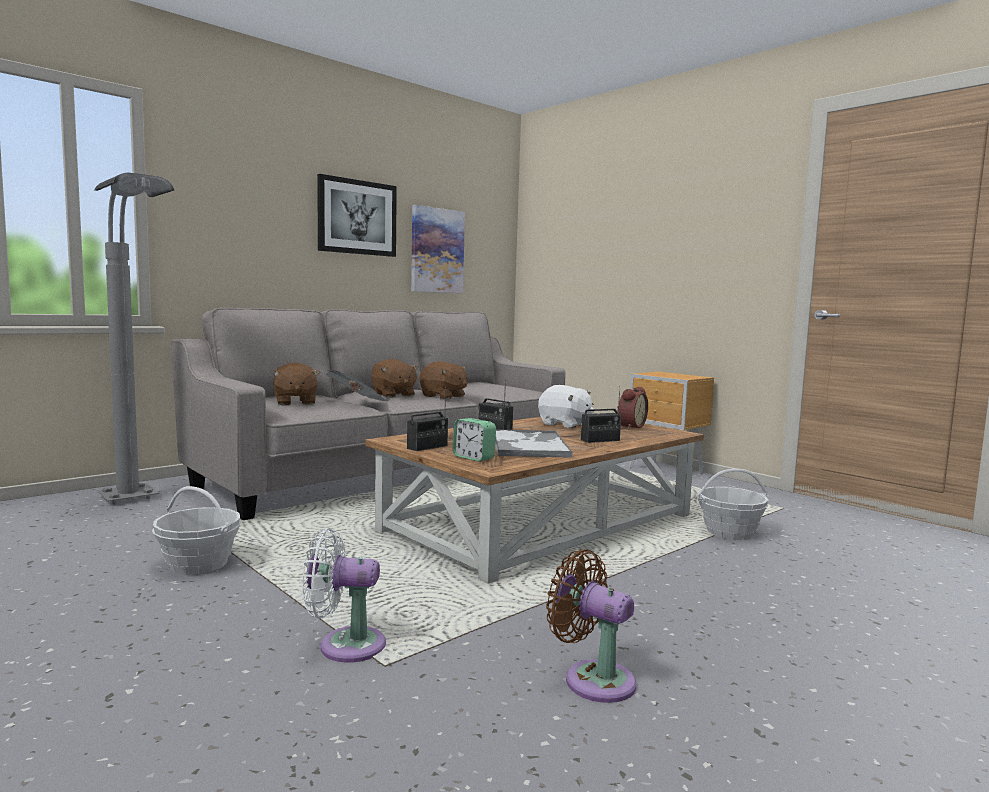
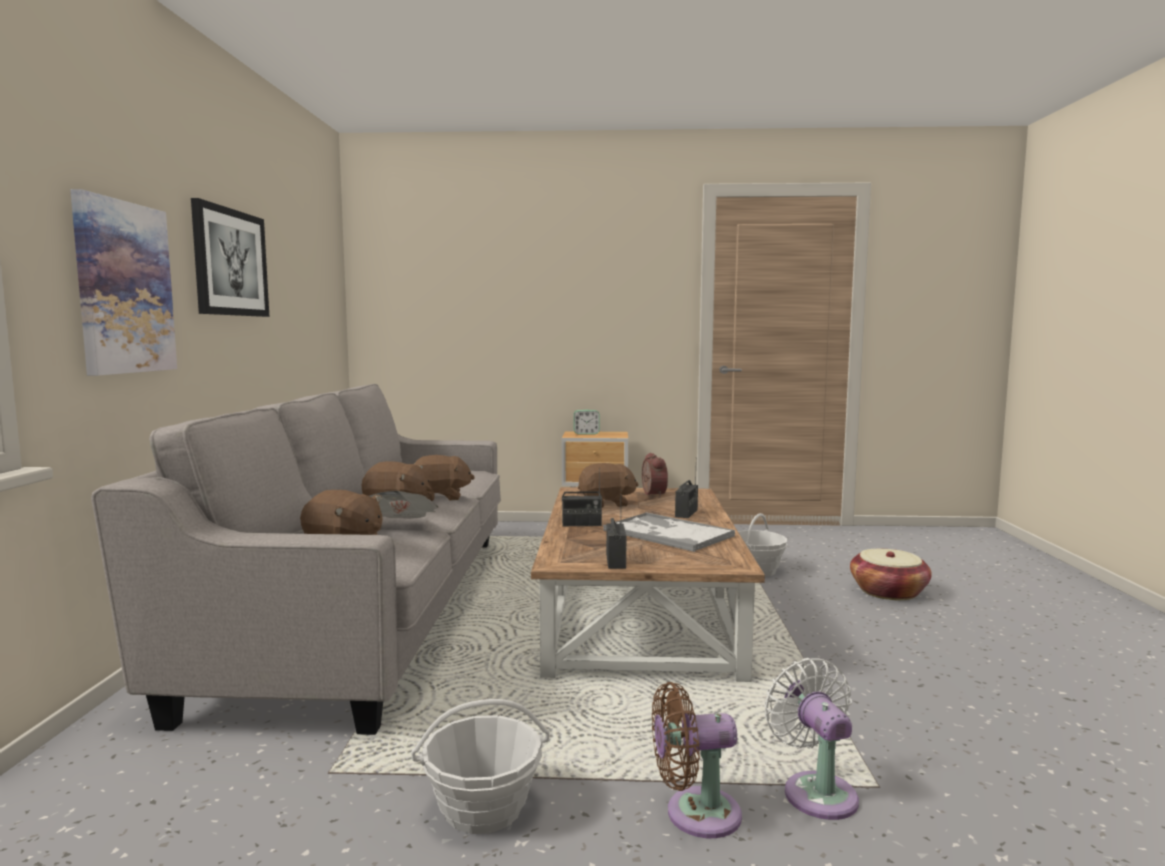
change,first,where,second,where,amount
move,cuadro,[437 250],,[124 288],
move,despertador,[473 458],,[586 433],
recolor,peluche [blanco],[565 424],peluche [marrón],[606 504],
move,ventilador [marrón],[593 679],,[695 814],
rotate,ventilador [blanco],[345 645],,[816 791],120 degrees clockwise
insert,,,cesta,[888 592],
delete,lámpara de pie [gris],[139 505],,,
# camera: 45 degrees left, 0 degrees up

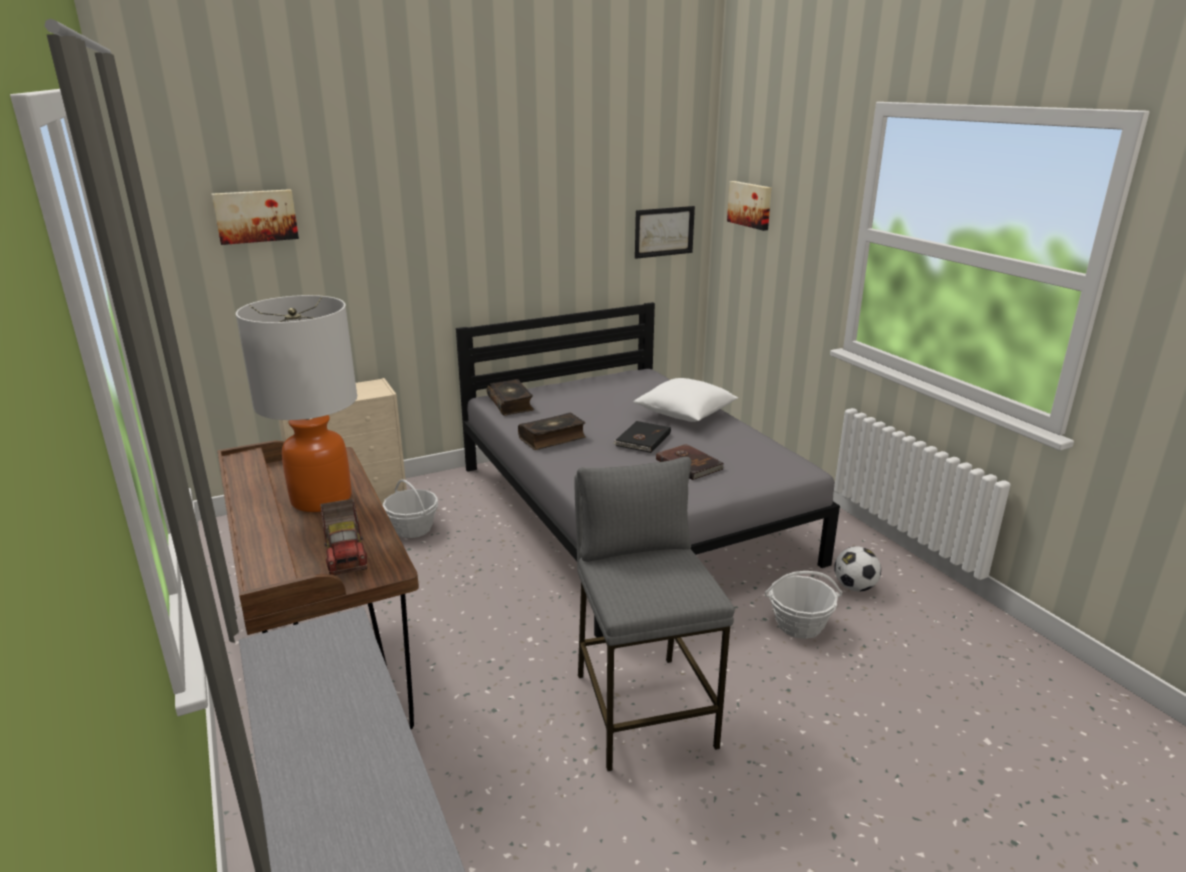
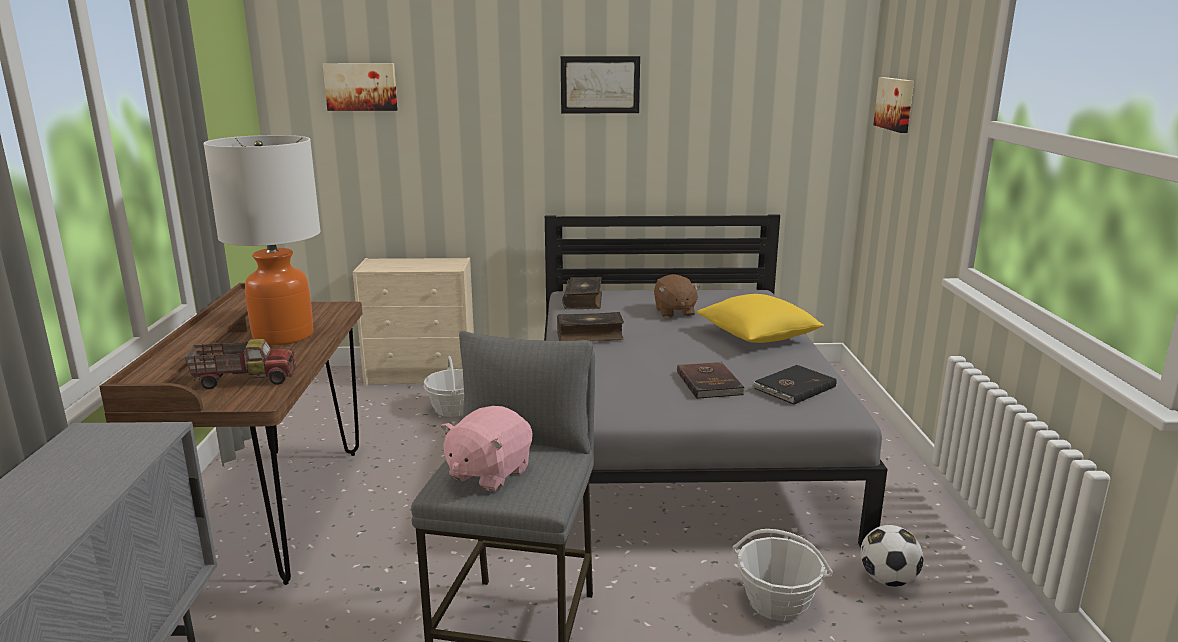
change,first,where,second,where,amount
rotate,camión de juguete,[346 553],,[245 380],105 degrees counterclockwise
insert,,,peluche [rosa],[488 473],
move,cuadro,[664 231],,[600 85],
insert,,,peluche [marrón],[674 312],
recolor,cojín [blanco],[685 415],cojín [amarillo],[758 337],
move,libro [negro],[642 439],,[793 387],
# camera: 25 degrees right, 5 degrees down

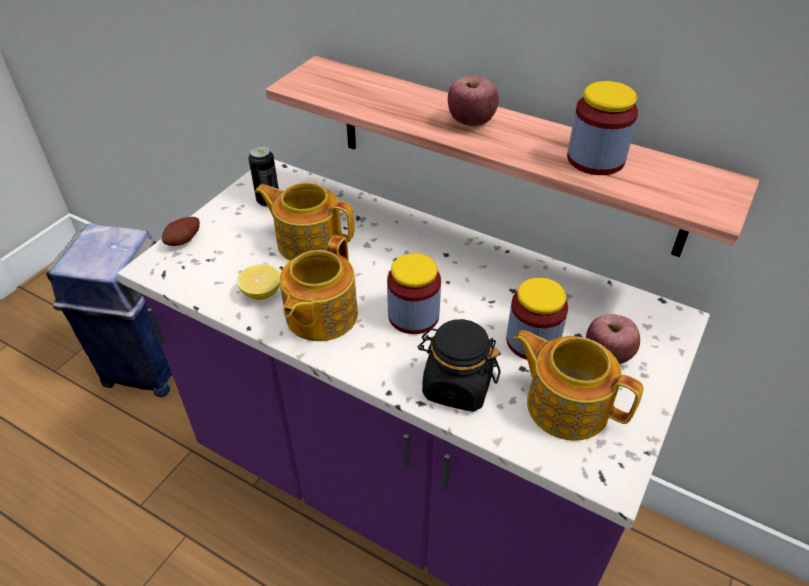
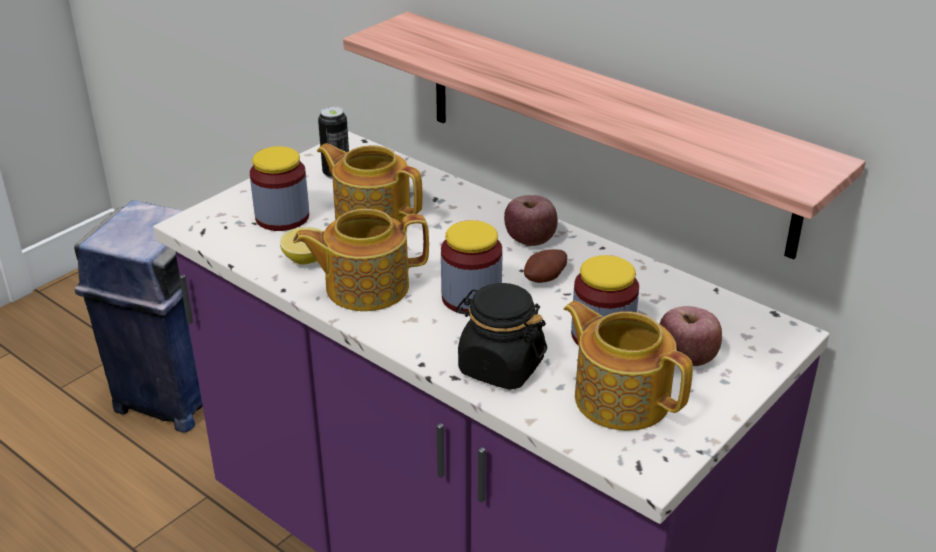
change,first,where,second,where,amount
move,tarro,[595 159],,[282 217],
rotate,tetera,[320 316],,[365 287],45 degrees clockwise
move,manzana,[471 122],,[530 240],
move,patata,[185 241],,[546 279],
# camera: 10 degrees right, 10 degrees down

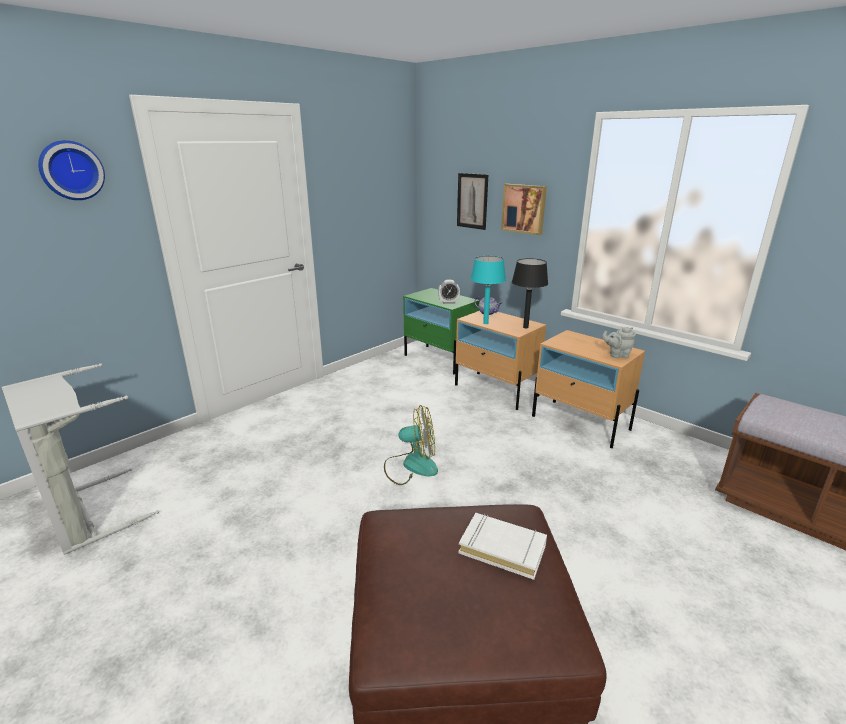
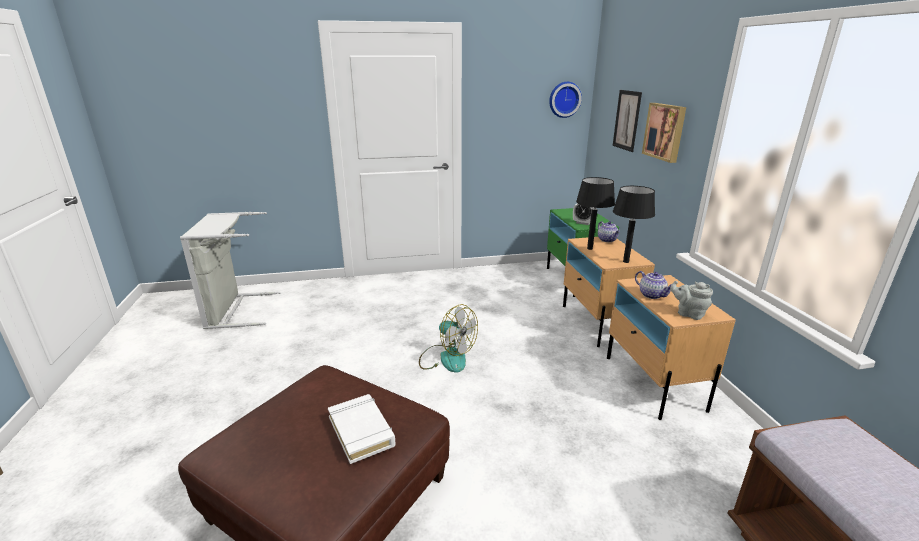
change,first,where,second,where,amount
move,reloj de pared,[71 170],,[564 99],
recolor,lámpara de mesa [turquesa],[485 323],lámpara de mesa [negro],[589 248],
insert,,,tetera,[652 295],
# camera: 35 degrees right, 0 degrees up

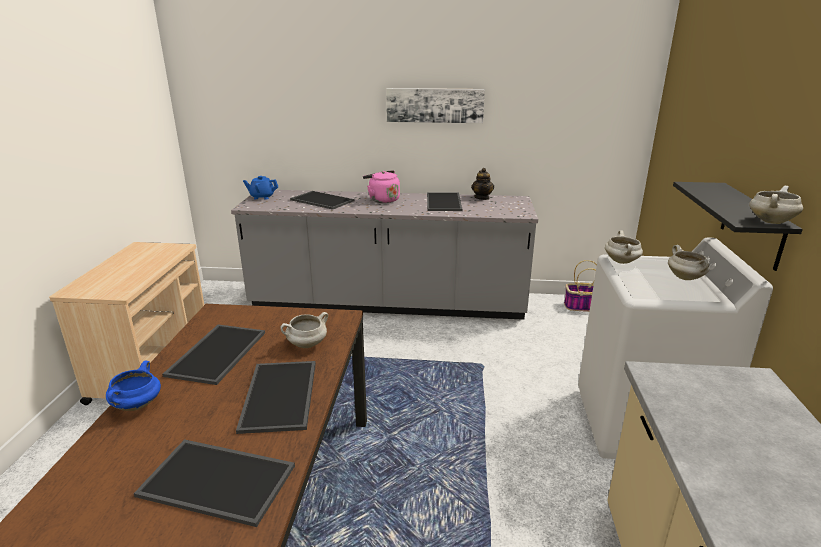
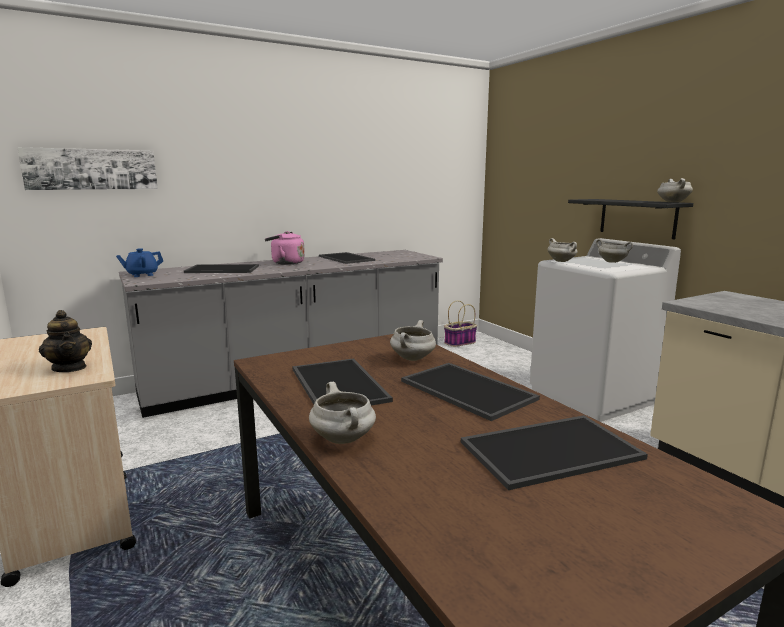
change,first,where,second,where,amount
move,cuadro,[434 105],,[91 169],
move,tetera,[482 198],,[70 368],
recolor,olla [azul],[137 406],olla [blanco],[344 439],
# camera: 35 degrees left, 10 degrees down

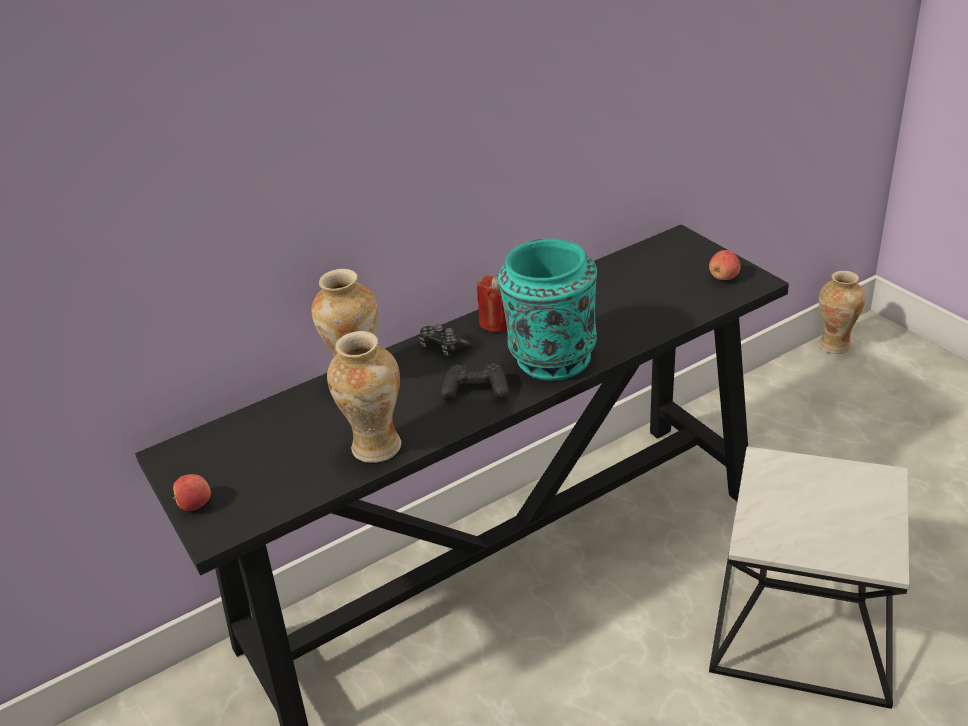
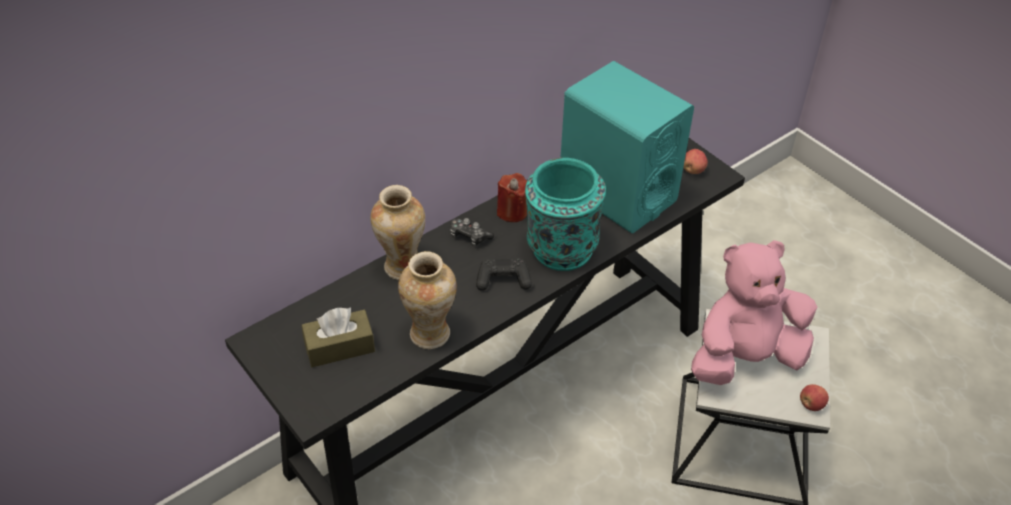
change,first,where,second,where,amount
insert,,,caja de pañuelos [marrón],[340 347],
insert,,,altavoz [turquesa],[616 193],
insert,,,peluche [rosa],[744 358],
move,manzana,[195 505],,[811 404],
delete,florero,[835 345],,,
# camera: 10 degrees left, 10 degrees up

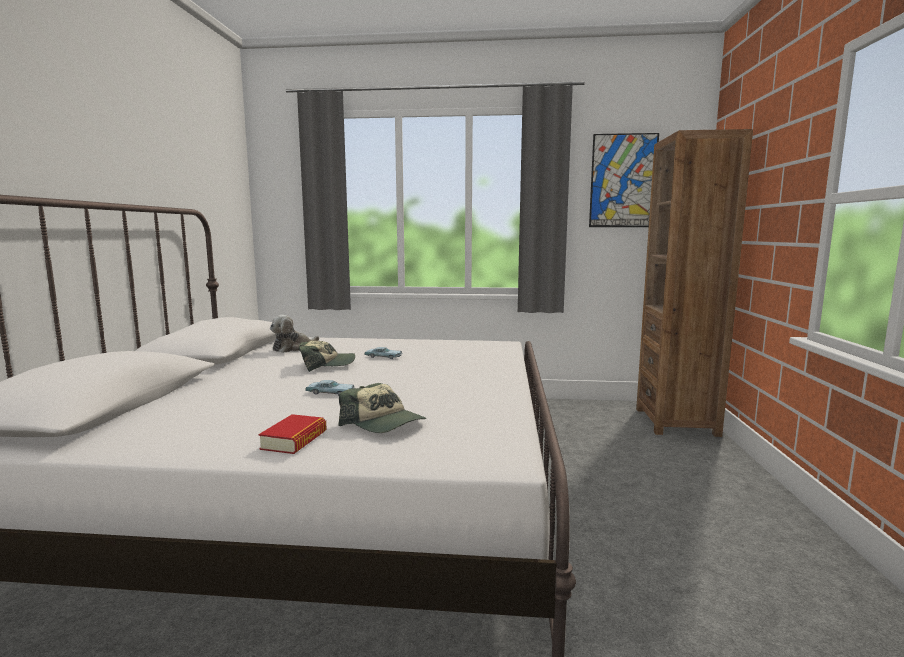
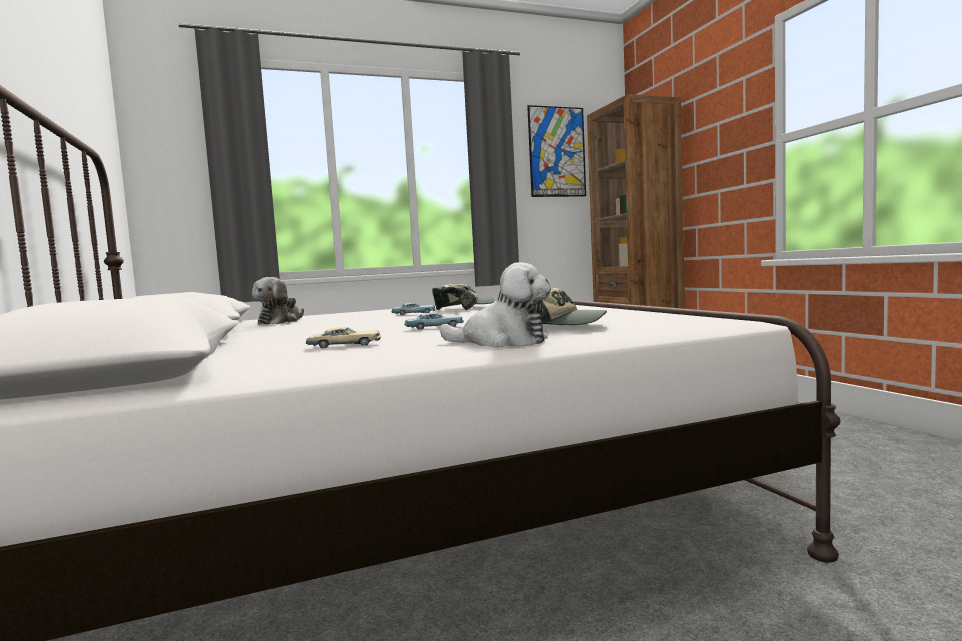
change,first,where,second,where,amount
insert,,,coche de juguete [beis],[344 345],
move,gorra,[326 365],,[464 308],
replace,libro,[294 440],peluche,[502 342],
# camera: 25 degrees left, 5 degrees down

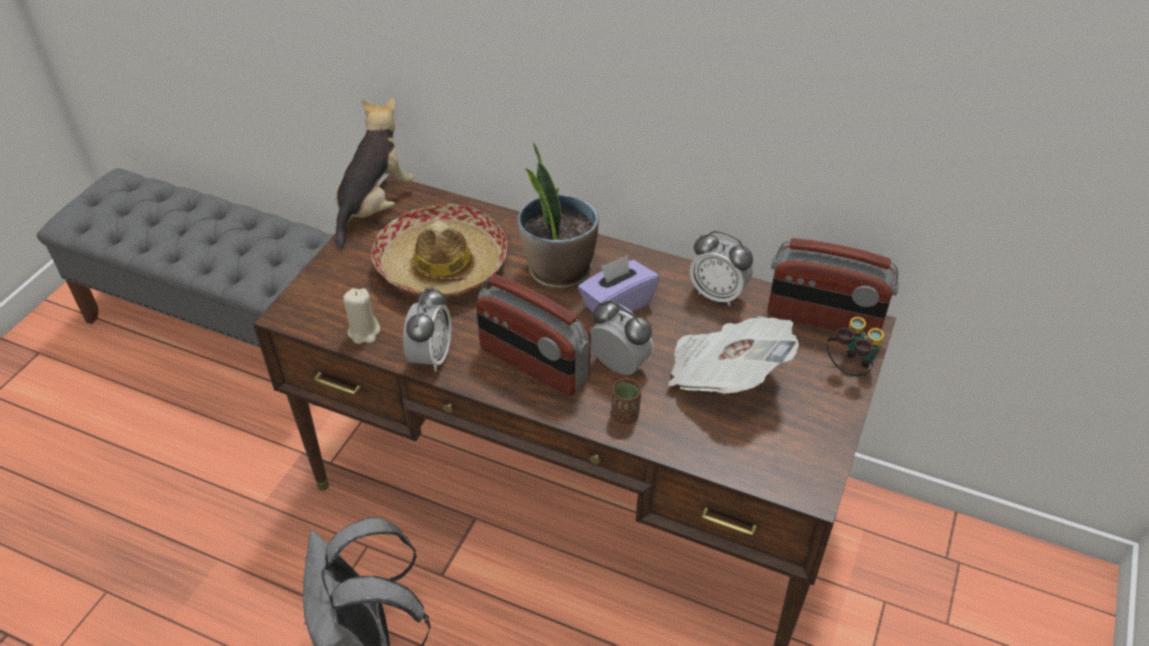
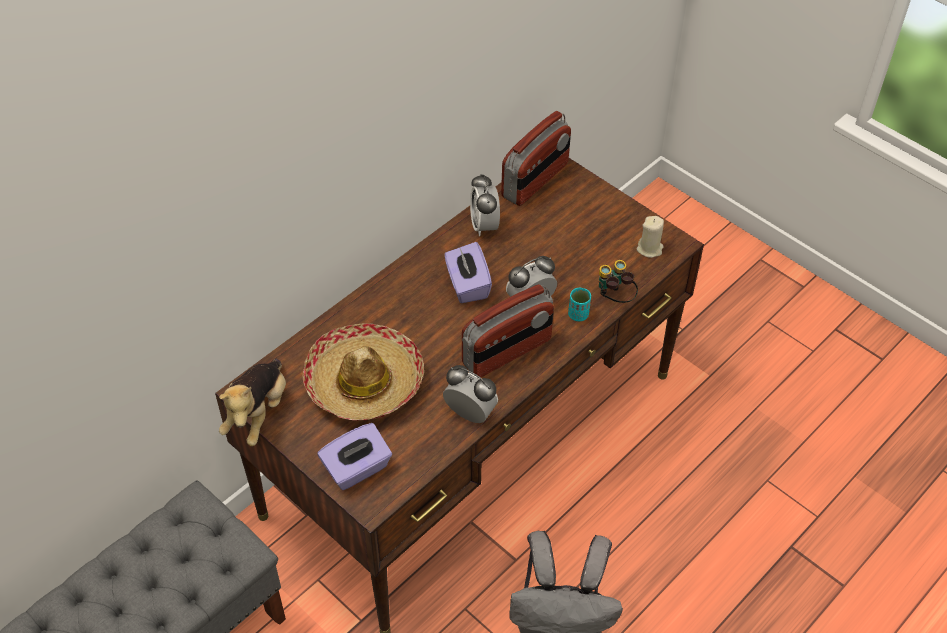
change,first,where,second,where,amount
rotate,peluche,[374 207],,[258 413],120 degrees counterclockwise
insert,,,caja de pañuelos [morado],[357 469],
rotate,despertador,[717 294],,[484 225],120 degrees clockwise
recolor,taza [marrón],[625 415],taza [turquesa],[578 315],
move,prismáticos,[849 368],,[614 299],
move,vela [beis],[364 332],,[649 249],
delete,planta en maceta,[558 270],,,
delete,periódico,[725 375],,,
# camera: 70 degrees left, 5 degrees up

